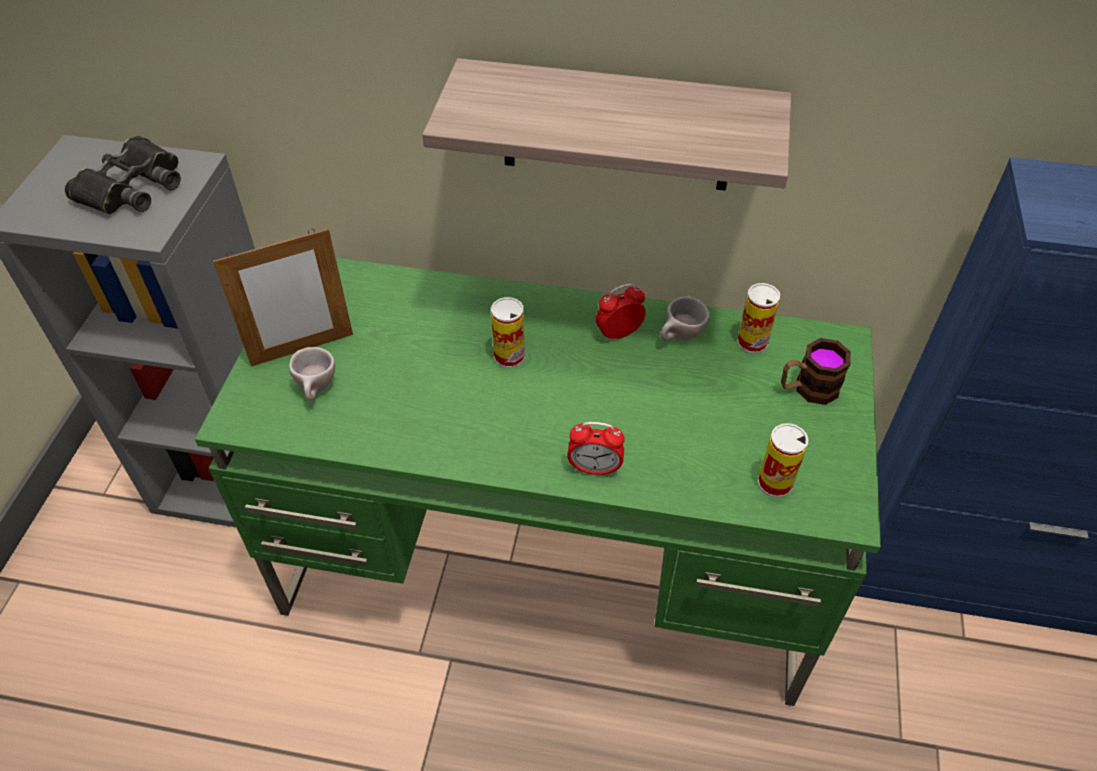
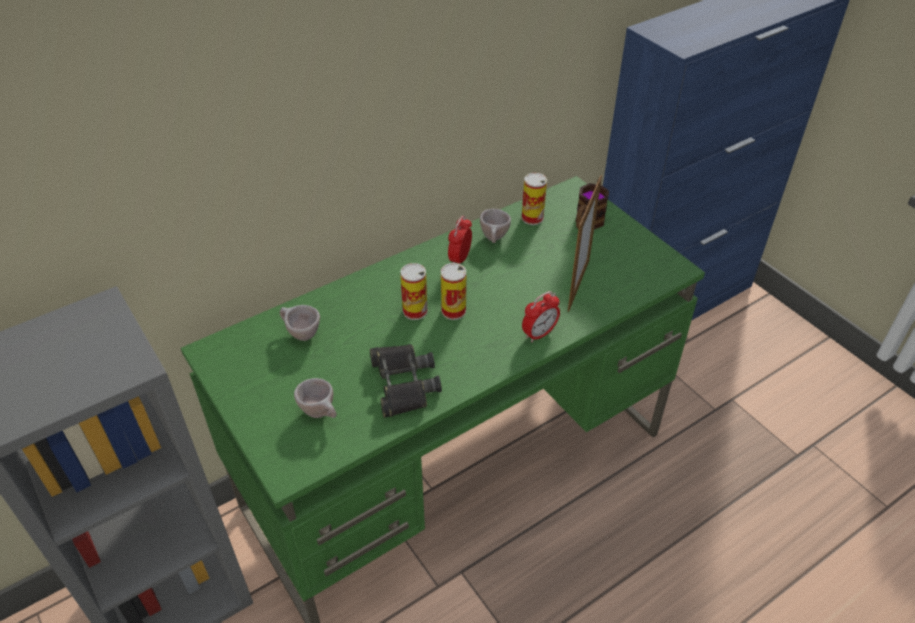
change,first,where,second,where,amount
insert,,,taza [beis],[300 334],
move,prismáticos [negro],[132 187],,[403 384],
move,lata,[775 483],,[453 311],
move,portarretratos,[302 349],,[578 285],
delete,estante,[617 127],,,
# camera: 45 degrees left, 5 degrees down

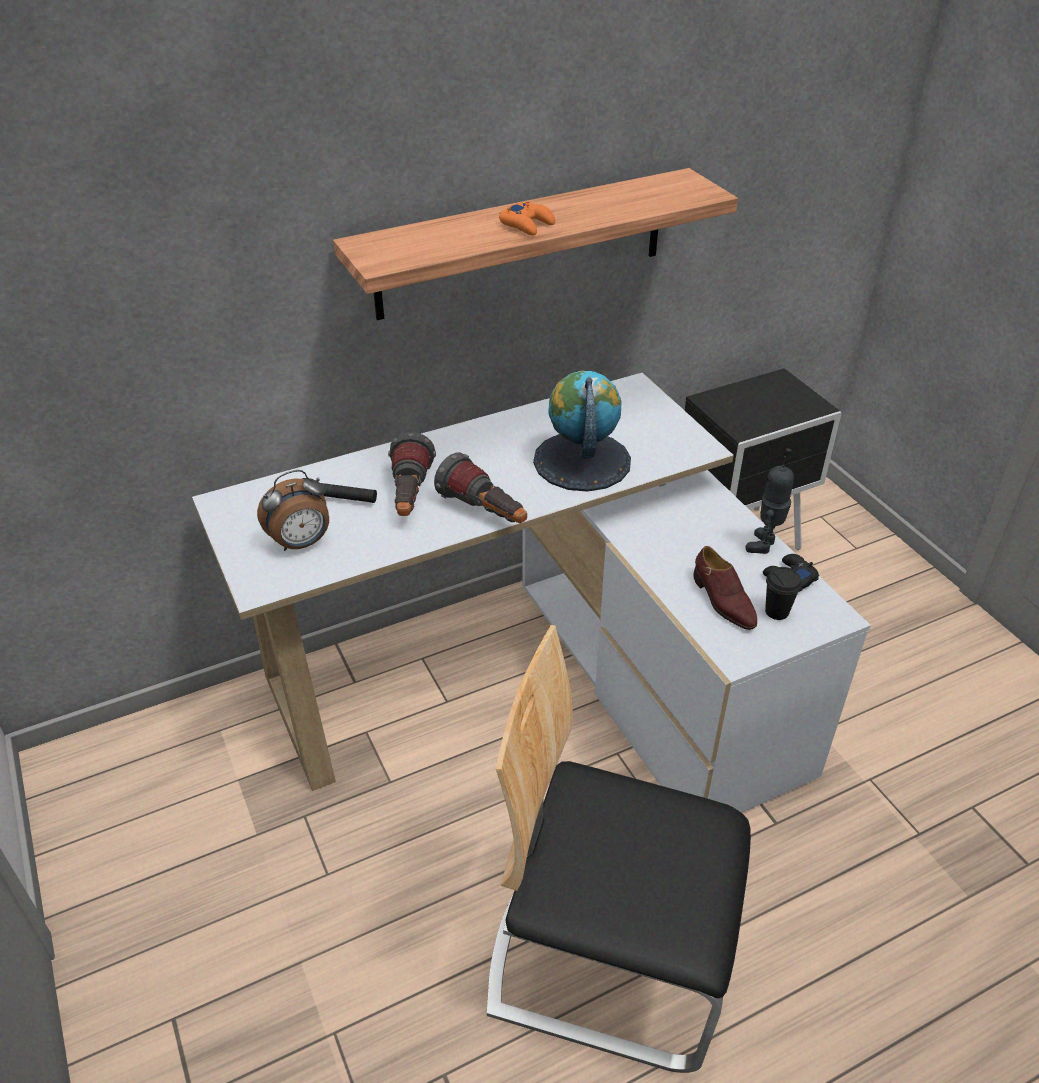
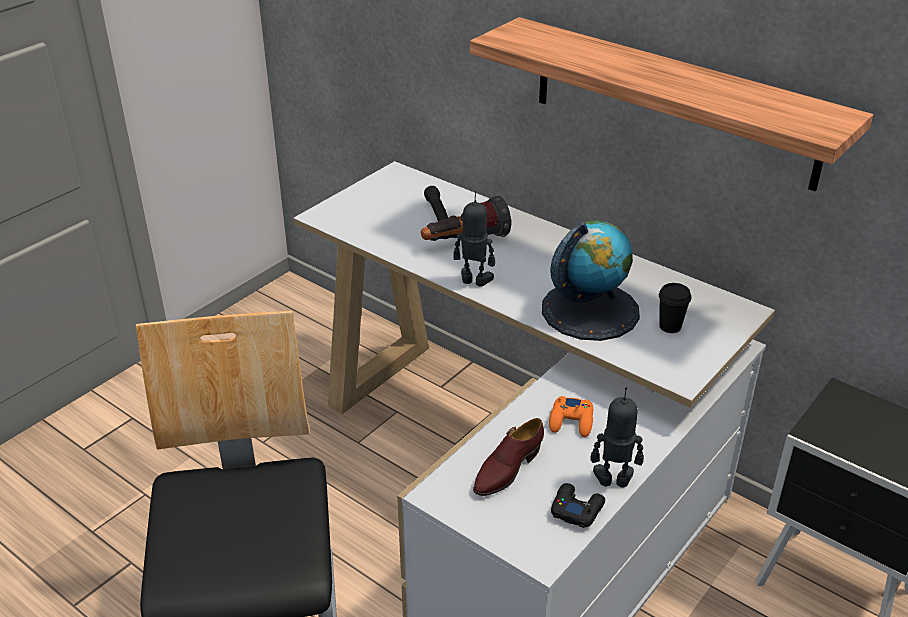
change,first,where,second,where,amount
replace,linterna,[485 513],robot de juguete,[474 281],
move,mando de consola [naranja],[527 225],,[571 421],
move,taza [negro],[776 612],,[670 326],
delete,despertador,[301 543],,,
# camera: 65 degrees right, 5 degrees down

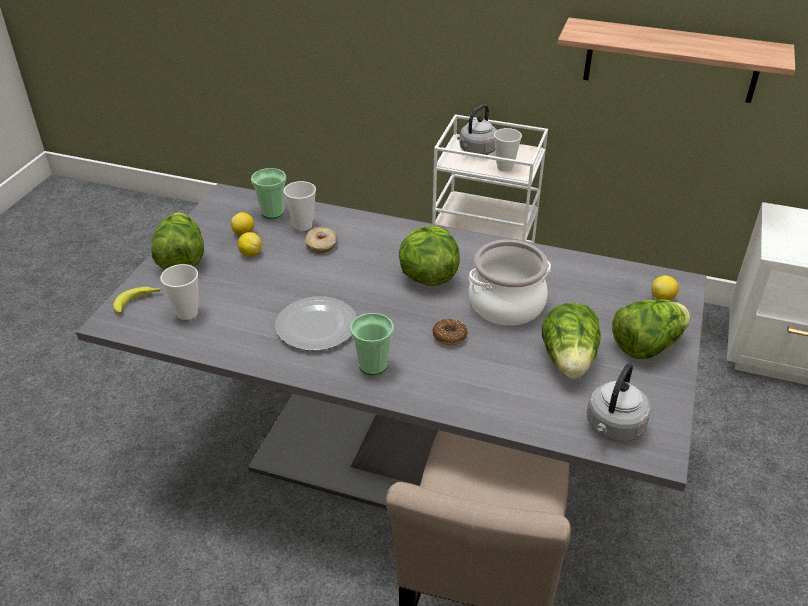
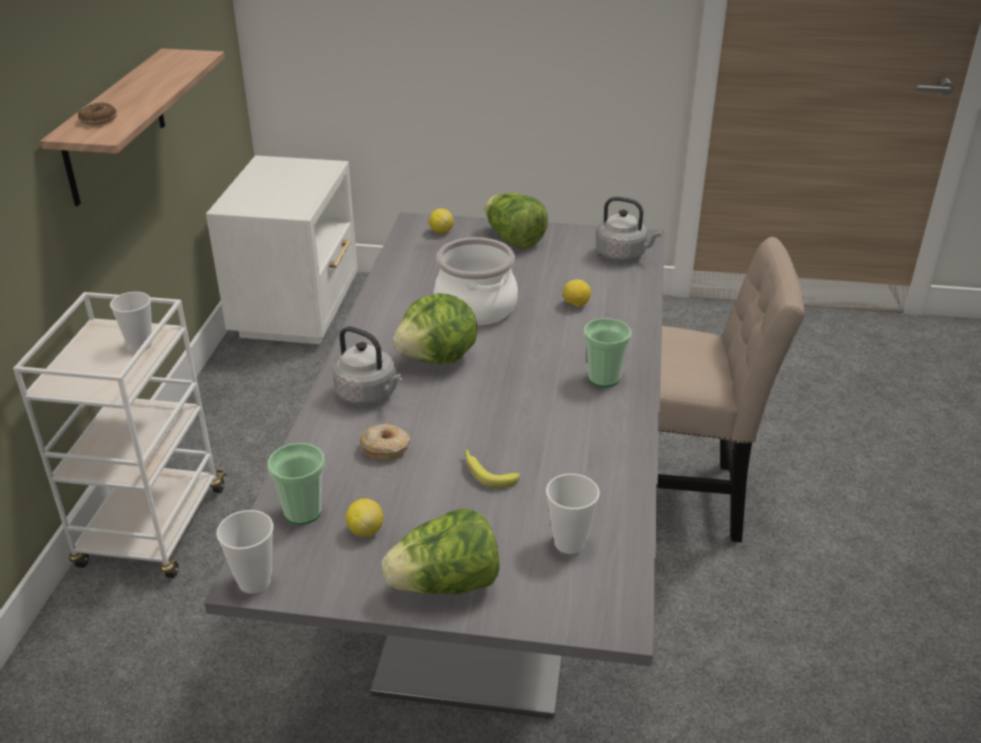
change,first,where,second,where,amount
move,rosquilla,[449 336],,[98 120],
move,taza,[303 225],,[254 582],
move,hervidor [gris],[476 151],,[369 394],
move,plátano,[138 302],,[487 472],
move,limón,[250 253],,[576 305],
delete,plato,[317 325],,,
delete,lechuga,[569 361],,,
# camera: 100 degrees left, 5 degrees down

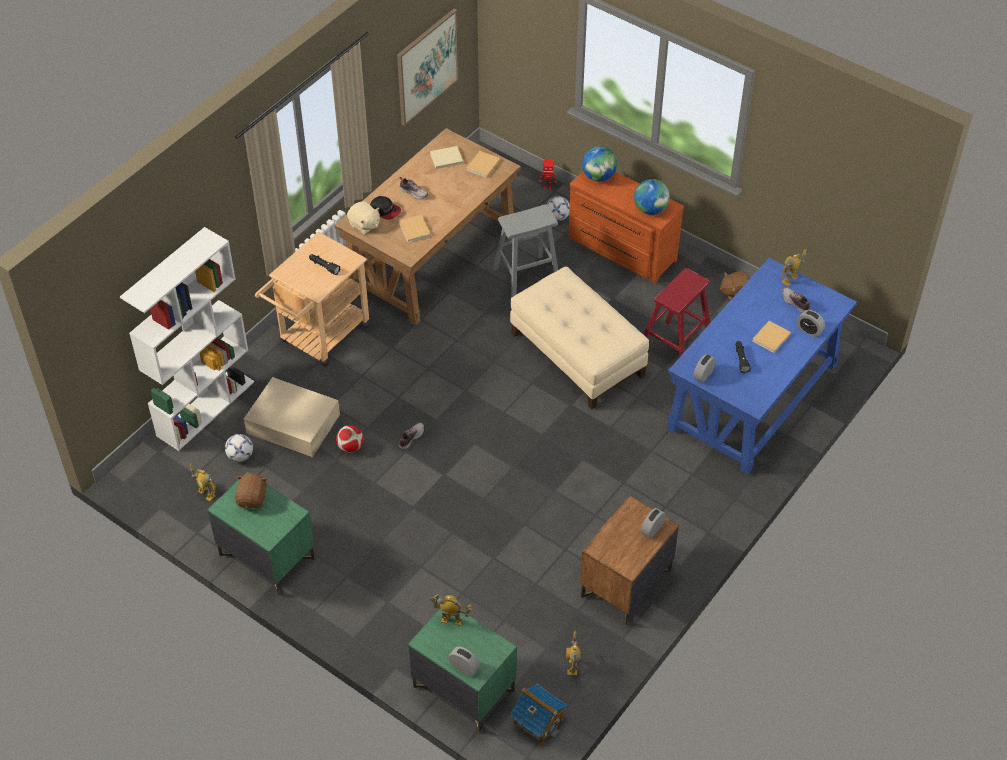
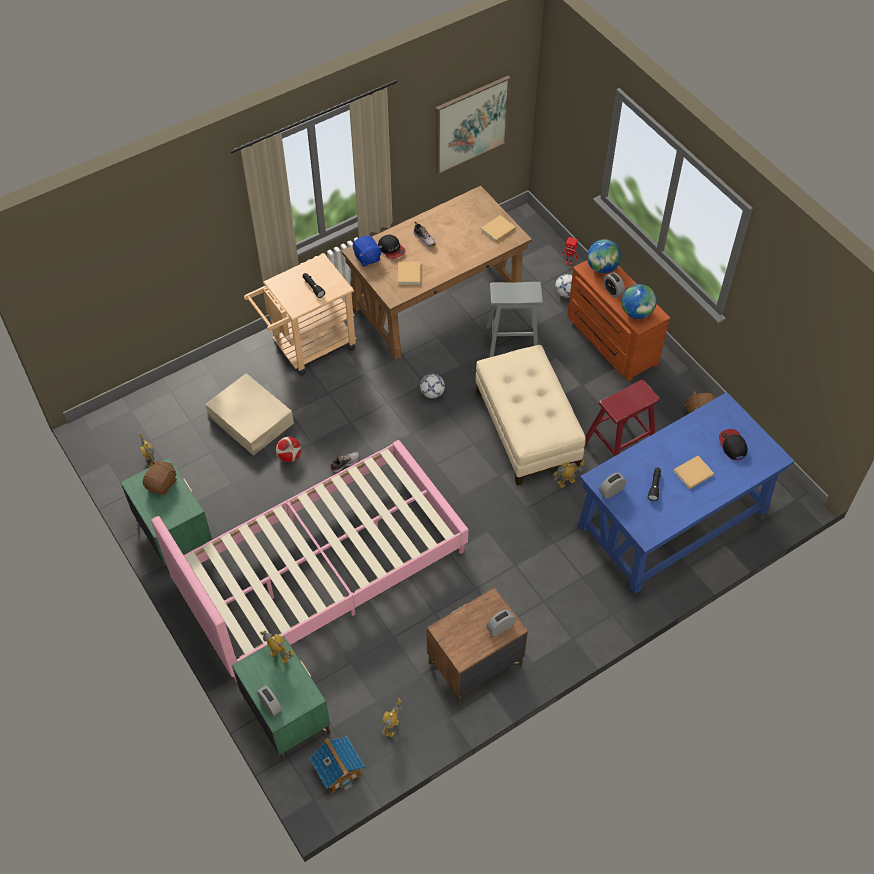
change,first,where,second,where,amount
insert,,,cama [rosa],[322 569],
recolor,peluche [beis],[364 225],peluche [azul],[367 258],
move,balón de fútbol,[240 456],,[432 393],
move,robot de juguete,[790 280],,[566 482],
move,despertador,[809 330],,[612 291],
replace,zapato,[795 303],gorra,[732 445],
delete,estantería [blanco],[205 408],,,
delete,libro [beis],[445 158],,,
# camera: 20 degrees right, 5 degrees up

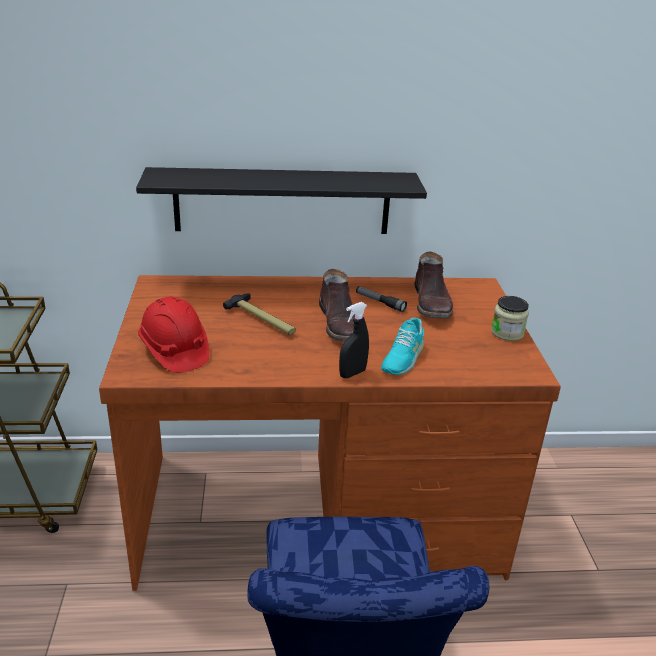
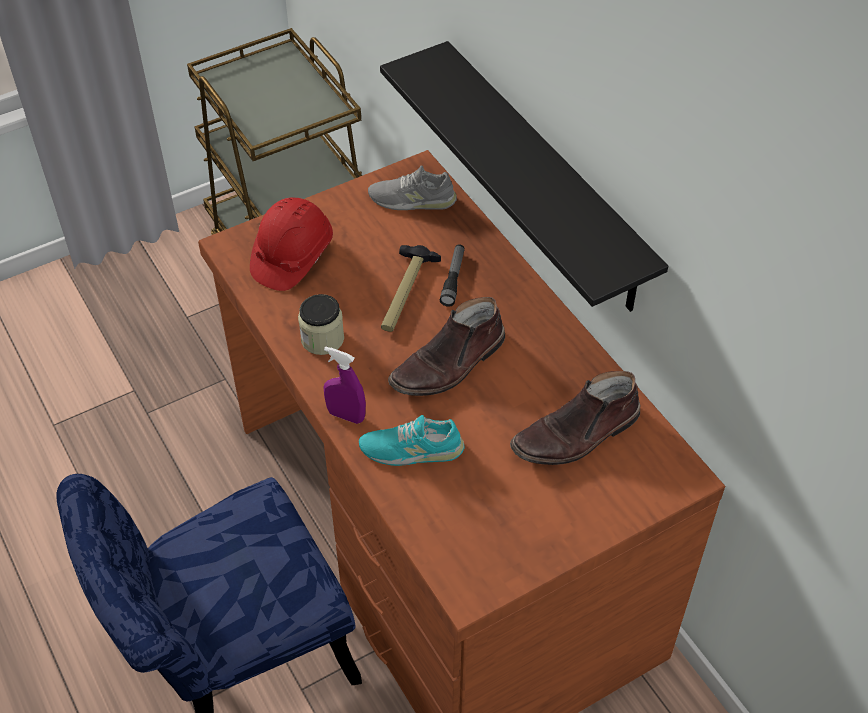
change,first,where,second,where,amount
move,tarro,[507 333],,[322 339],
recolor,pulverizador [negro],[352 373],pulverizador [morado],[346 415],
insert,,,zapato [gris],[412 199],
move,linterna,[380 303],,[453 279],
# camera: 65 degrees right, 20 degrees up

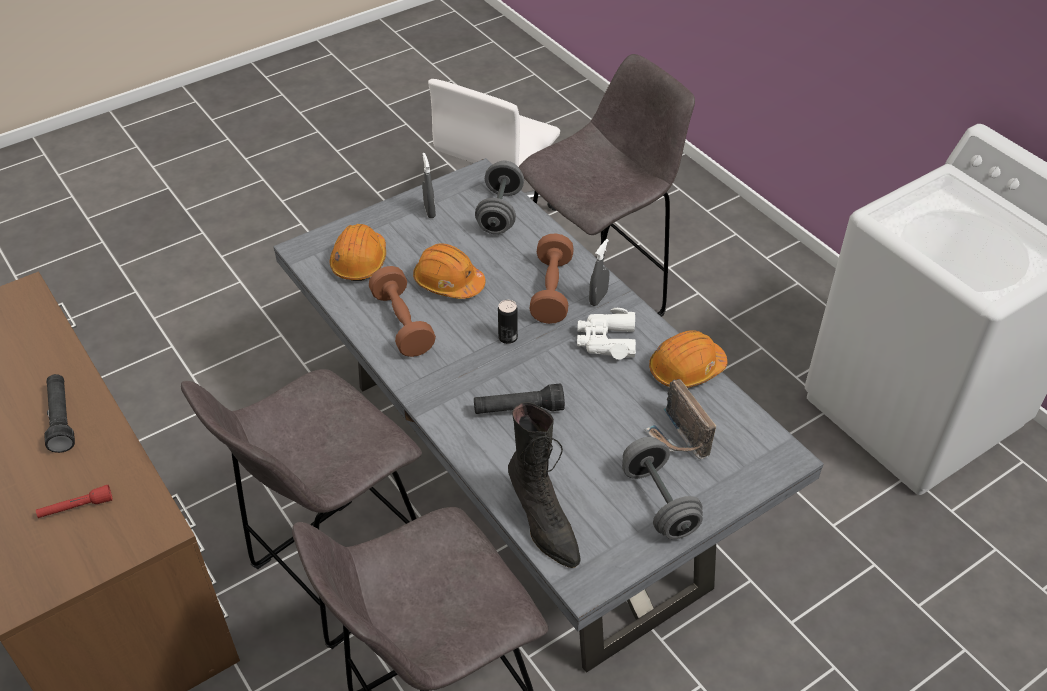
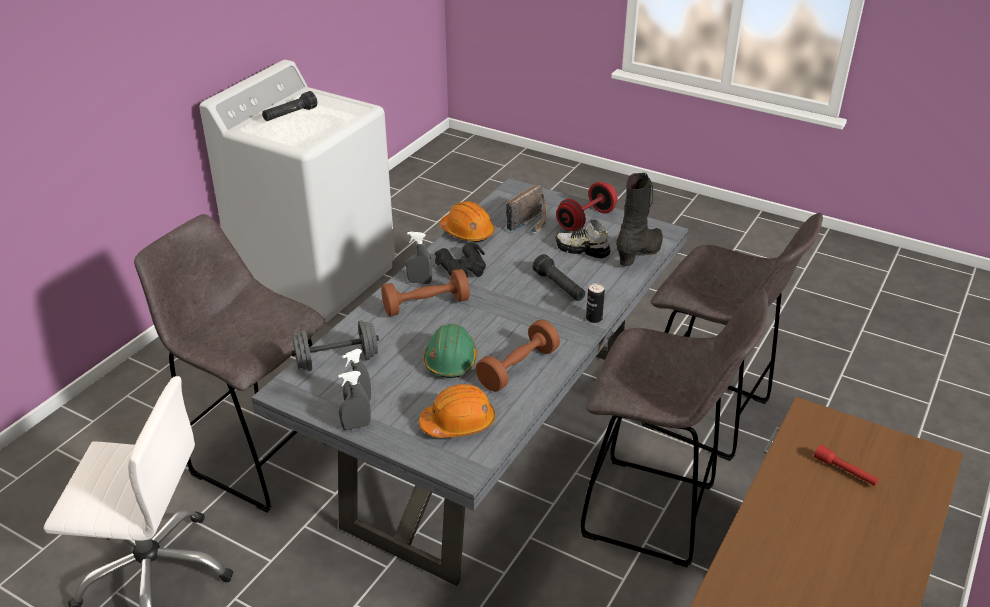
change,first,where,second,where,amount
move,linterna [negro],[61 419],,[290 115],
insert,,,pulverizador [gris],[356 426],
recolor,casco [naranja],[448 282],casco [verde],[451 360],
recolor,prismáticos [blanco],[606 340],prismáticos [negro],[463 268],
insert,,,zapato,[582 250],
recolor,mancuerna [gris],[659 502],mancuerna [rojo],[586 220],
move,lata,[508 337],,[594 318],
# camera: 115 degrees left, 10 degrees down

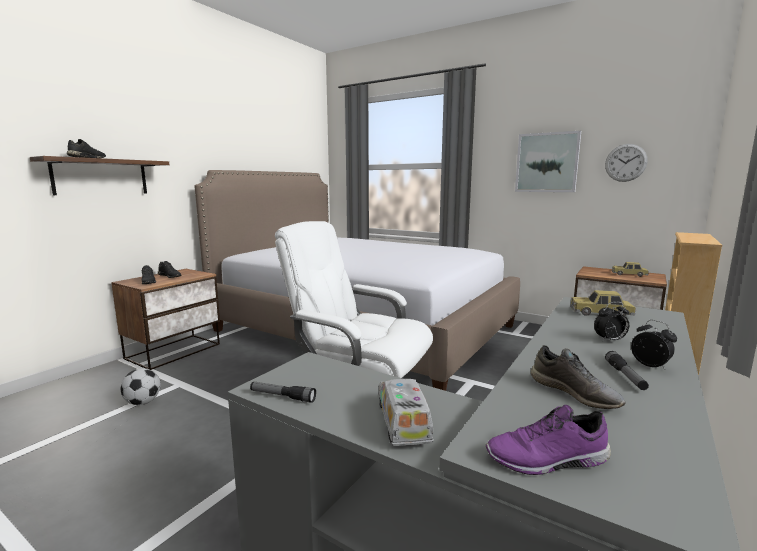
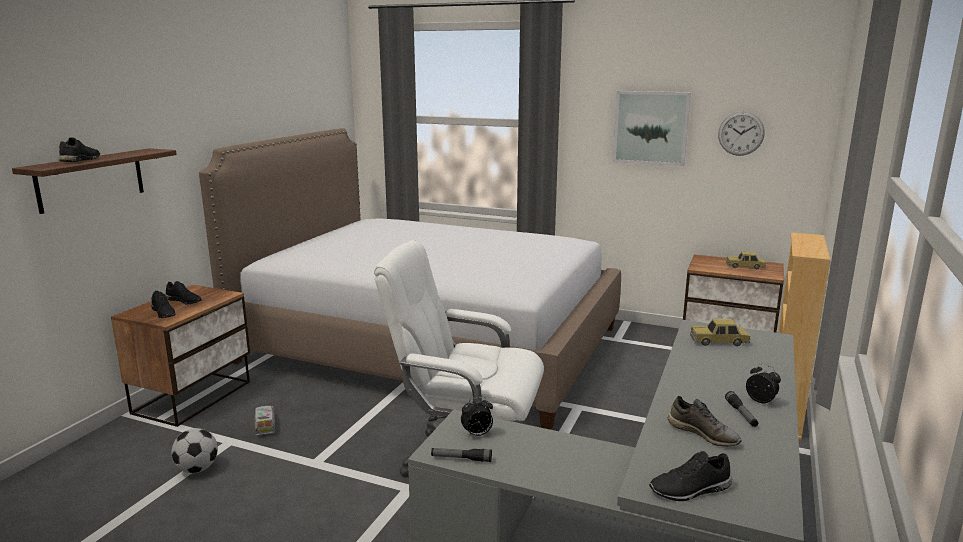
change,first,where,second,where,amount
move,camión de juguete,[403 422],,[265 425],
move,despertador,[610 340],,[477 435],
recolor,zapato [morado],[547 460],zapato [negro],[691 490],
# camera: 10 degrees left, 5 degrees up

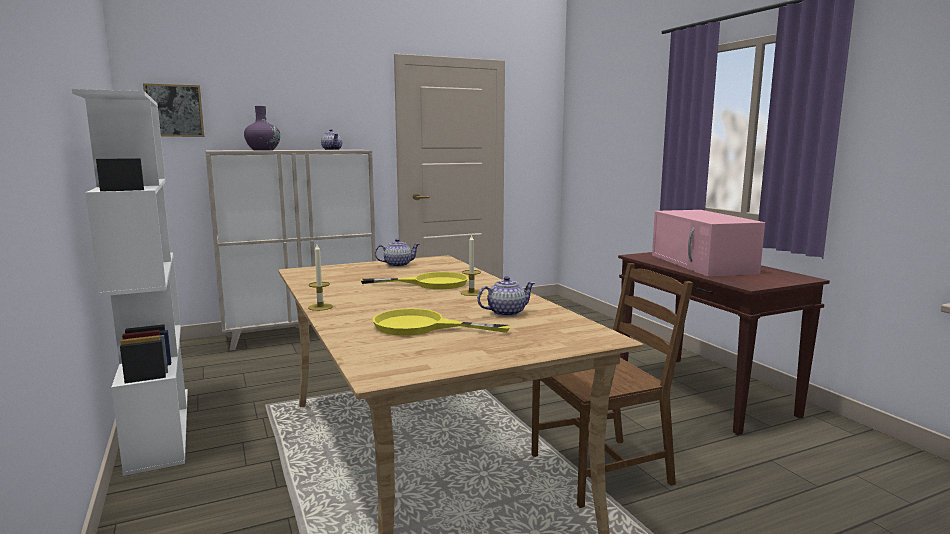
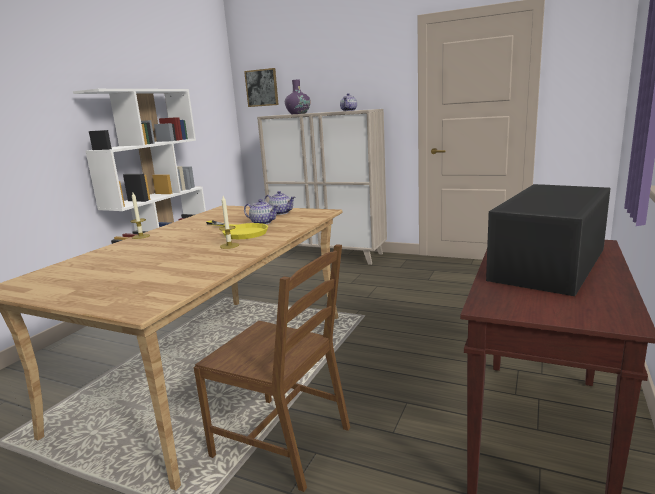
change,first,where,second,where,amount
move,tetera,[505 312],,[262 223],
recolor,microondas [rosa],[703 264],microondas [negro],[548 264],
delete,sartén [amarillo],[421 326],,,
# camera: 50 degrees right, 5 degrees up

